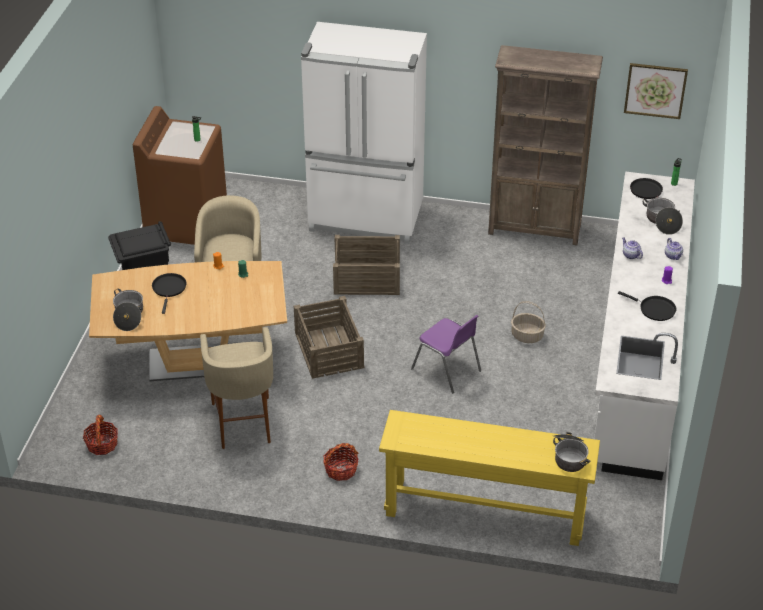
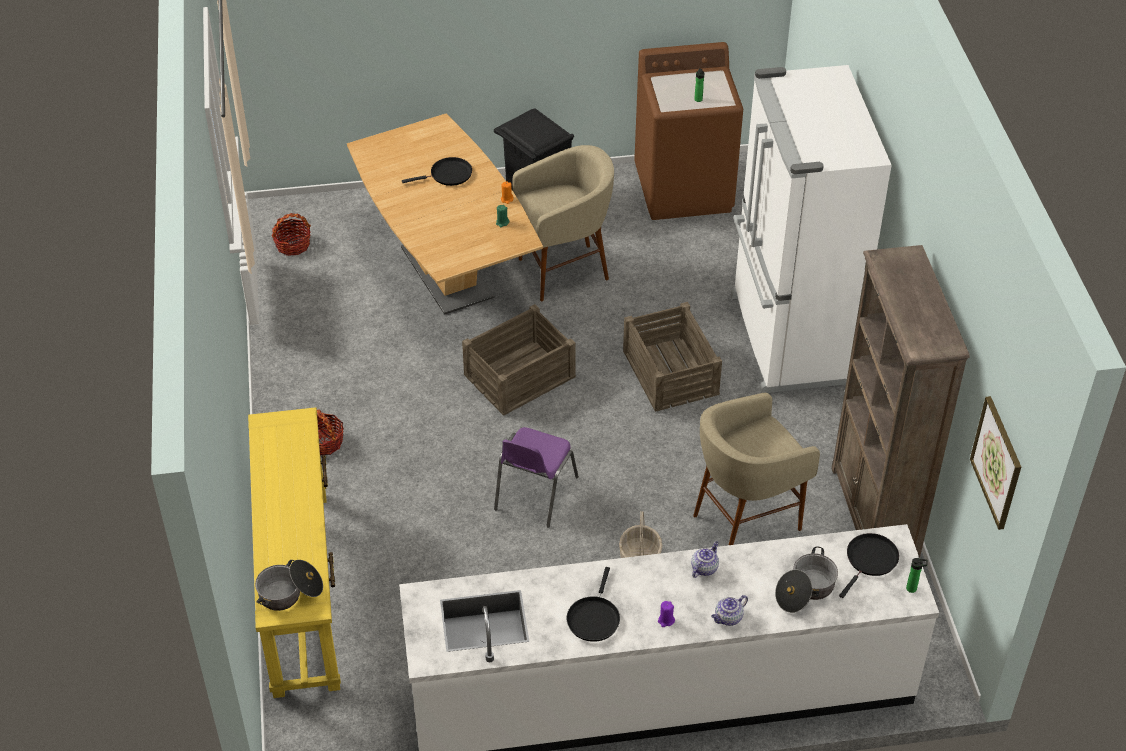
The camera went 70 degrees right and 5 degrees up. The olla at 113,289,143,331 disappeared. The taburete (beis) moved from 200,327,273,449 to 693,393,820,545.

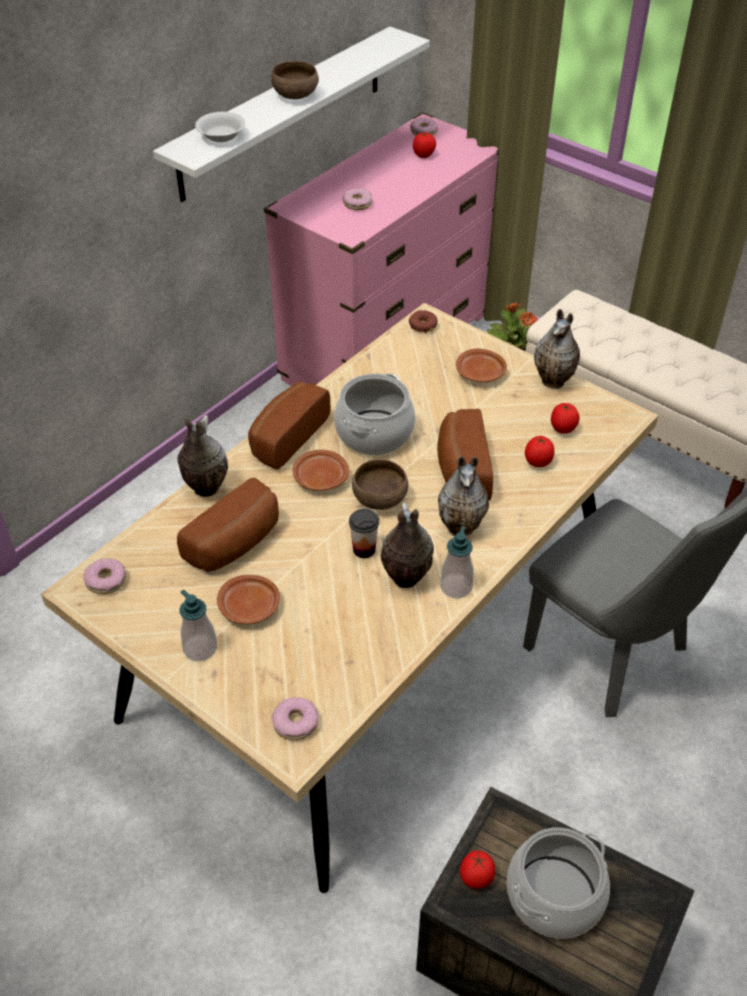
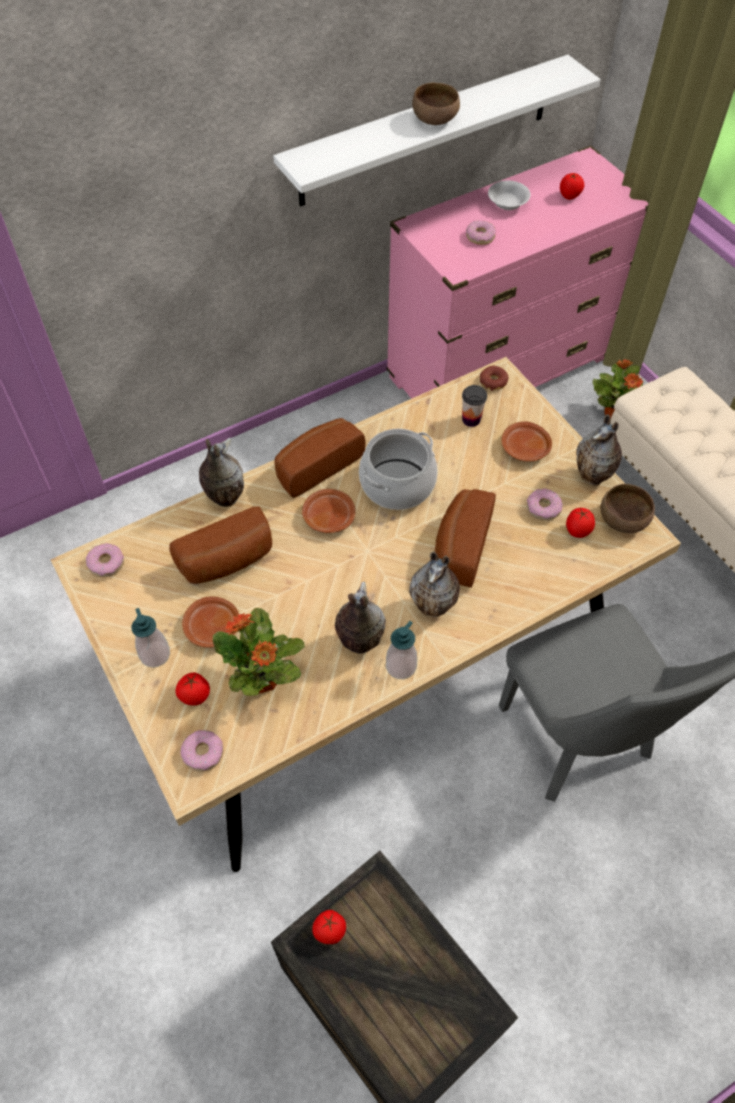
The camera went 20 degrees right and 10 degrees up. The olla at 506,827,610,939 disappeared. The planta en maceta at 213,608,305,696 appeared. The cuenco (blanco) moved from 195,112,245,142 to 488,180,531,210. The taza moved from 349,509,379,558 to 462,385,487,427. The cuenco (marrón) moved from 352,459,408,510 to 600,484,655,533. The rosquilla moved from 410,117,438,136 to 527,488,563,521. The tomate moved from 525,436,554,467 to 176,672,210,706.

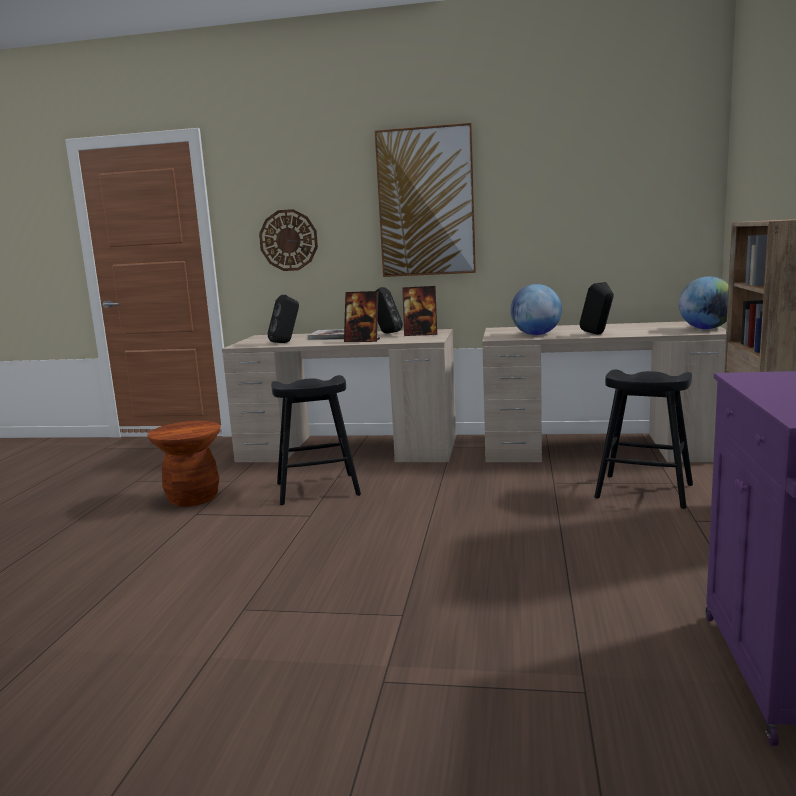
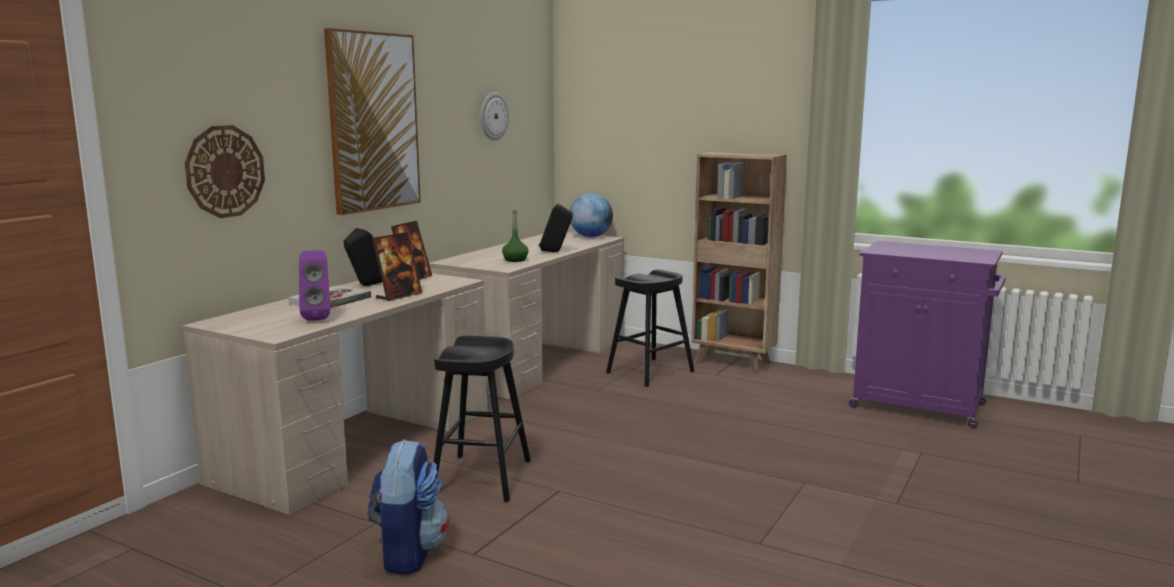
The camera went 70 degrees left and 0 degrees up. The reloj de pared at 481,92,509,141 appeared. The taburete (marrón) at 147,421,221,507 was replaced by the mochila at 368,439,449,575. The globo terráqueo at 510,284,562,335 was replaced by the botella (verde) at 502,210,529,262. The altavoz (negro) at 267,295,299,343 became the altavoz (morado) at 299,250,330,320.

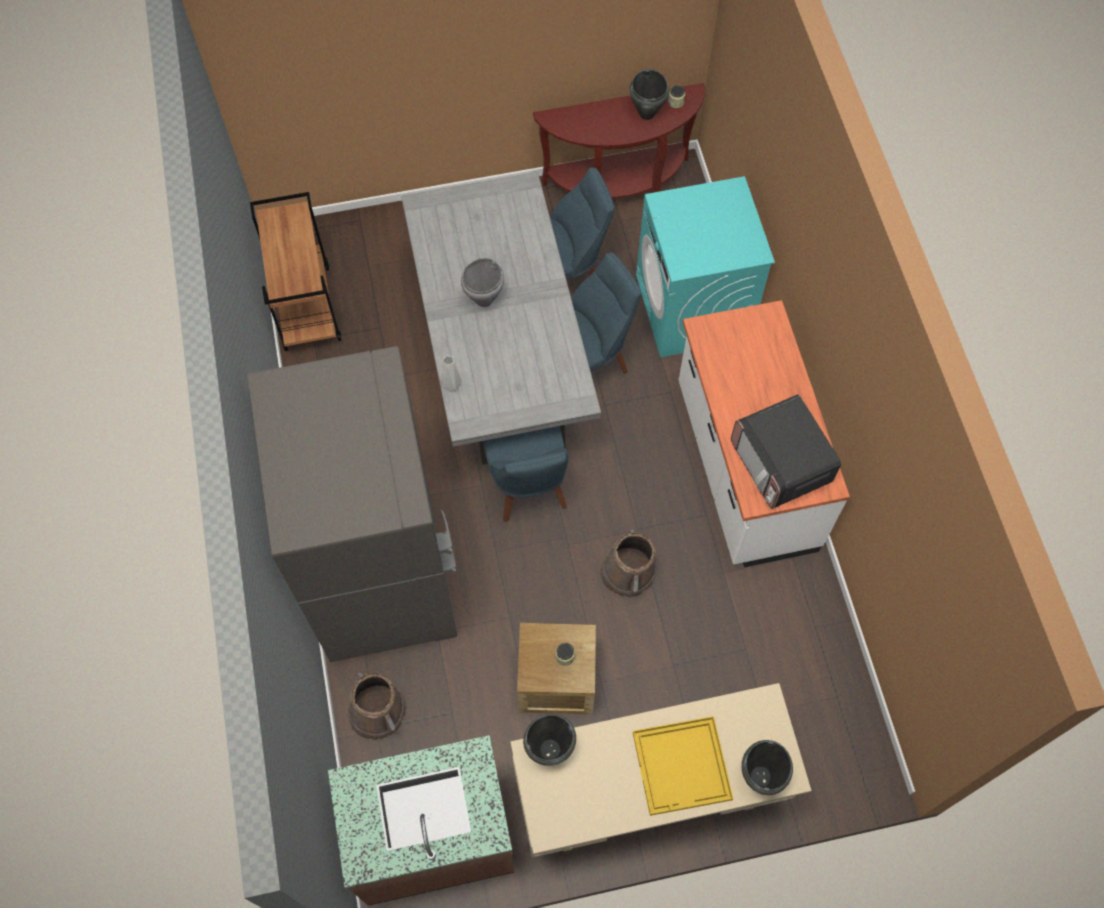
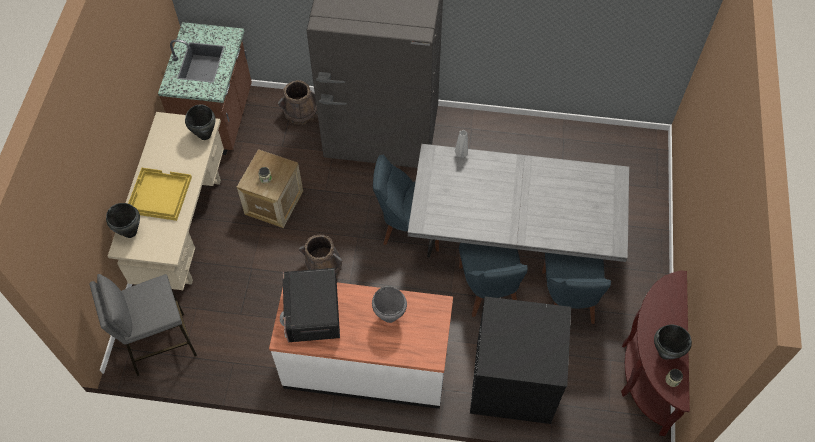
The camera went 110 degrees right and 5 degrees down. The carrito (marrón) at 250,192,342,351 disappeared. The taburete (gris) at 89,274,197,376 appeared. The olla (gris) moved from 461,258,504,307 to 372,286,407,323. The lavadora (turquesa) at 636,176,775,357 became the lavadora (negro) at 470,296,571,424. The microondas at 731,394,841,509 turned 90 degrees counterclockwise.

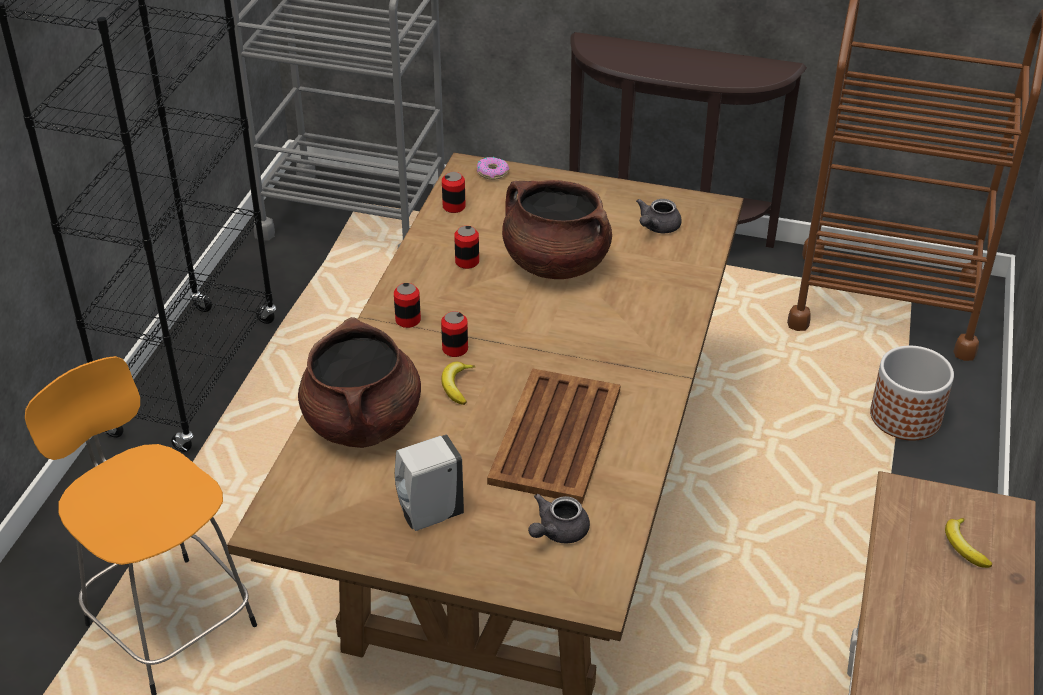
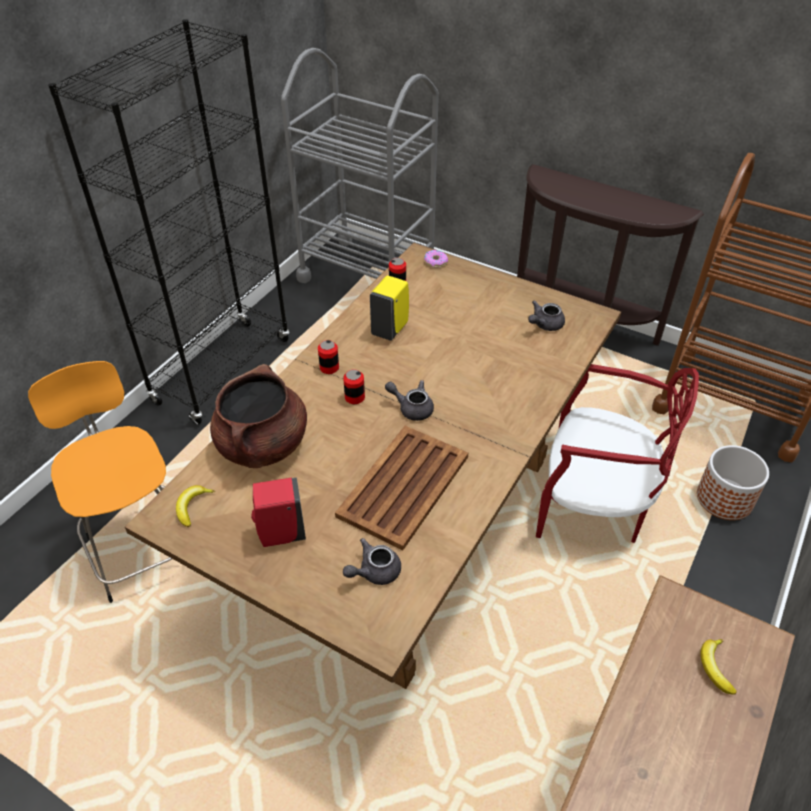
The camera went 15 degrees right and 5 degrees up. The olla (marrón) at 502,180,612,279 disappeared. The tetera (gris) at 385,380,434,421 appeared. The silla (rojo) at 536,364,699,543 appeared. The plátano moved from 442,362,475,405 to 176,485,215,527. The lata at 454,226,479,269 was replaced by the dispensador de jabón (amarillo) at 370,276,409,341. The dispensador de jabón (blanco) at 395,434,464,531 became the dispensador de jabón (rojo) at 251,477,306,547.

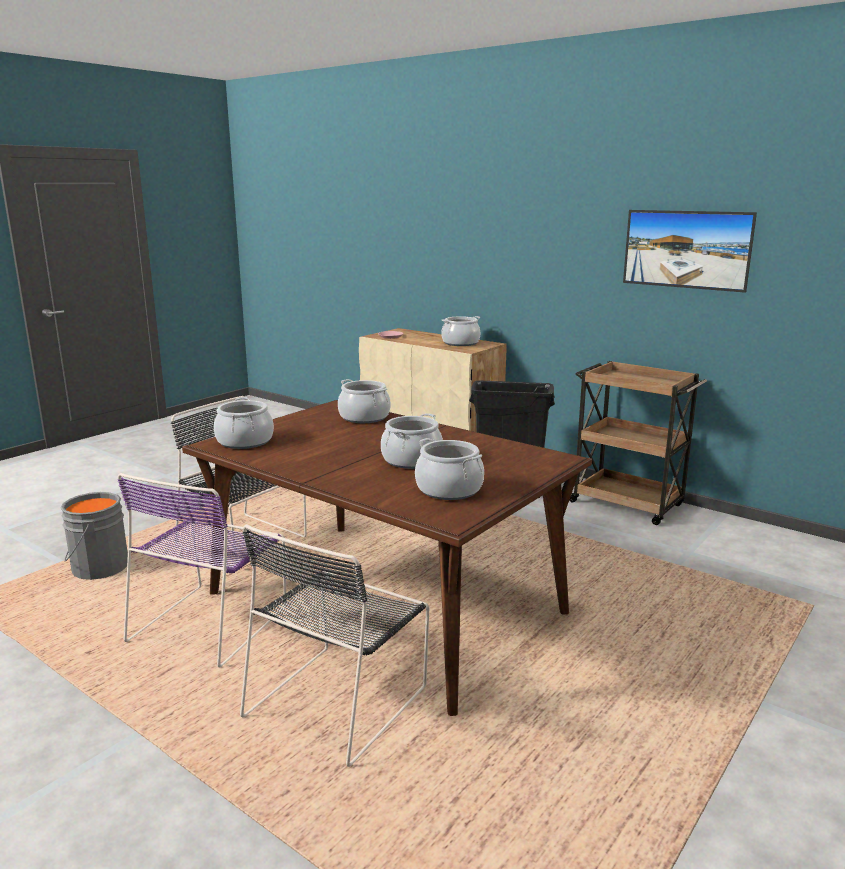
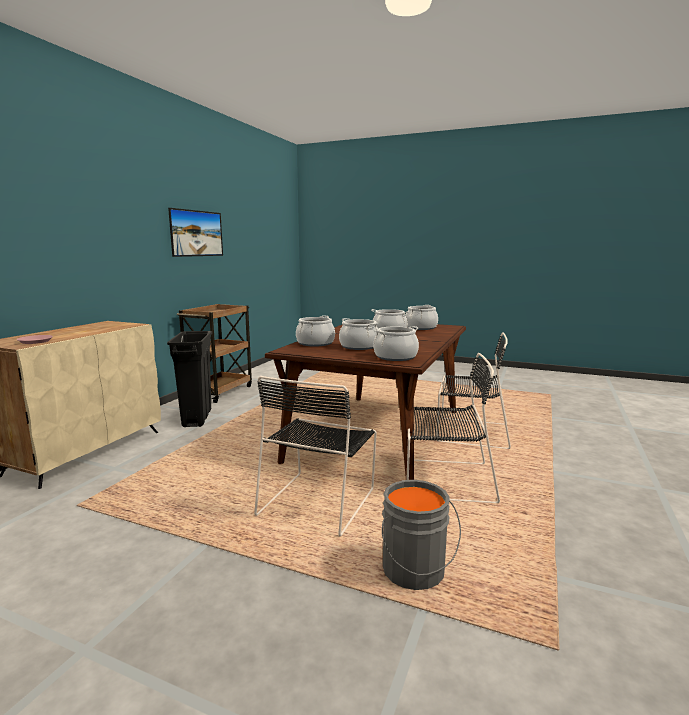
The camera went 105 degrees left and 5 degrees down. The olla moved from 441,316,480,346 to 339,318,378,350. The silla (morado) at 117,473,287,667 became the silla (negro) at 406,353,500,503.

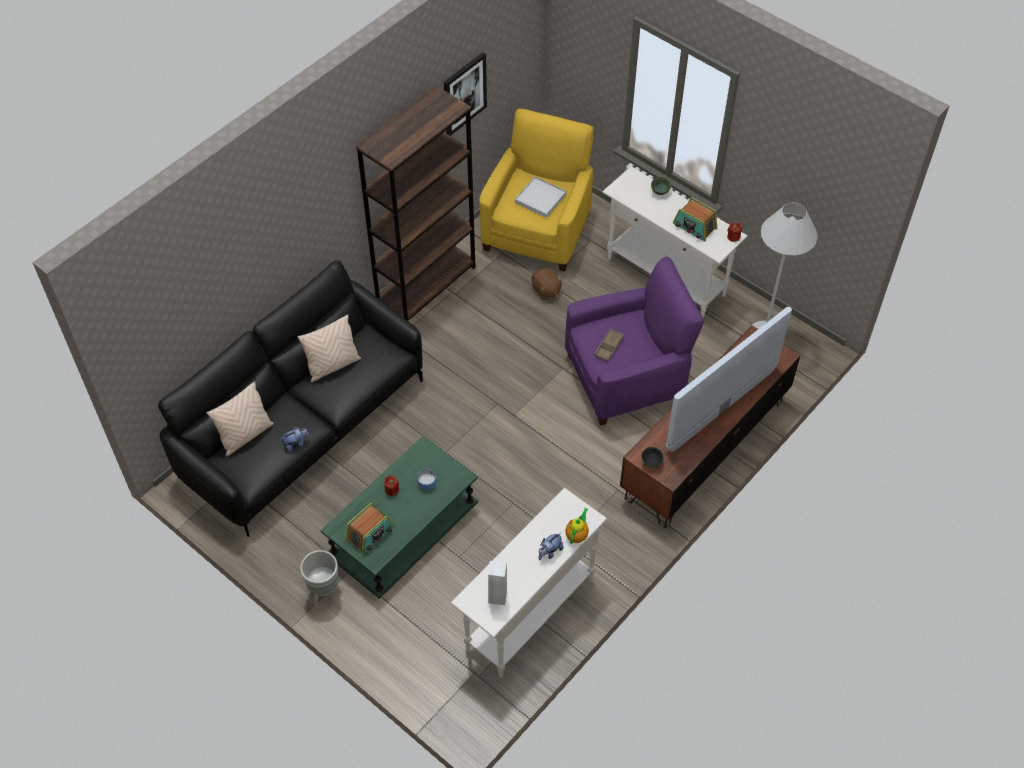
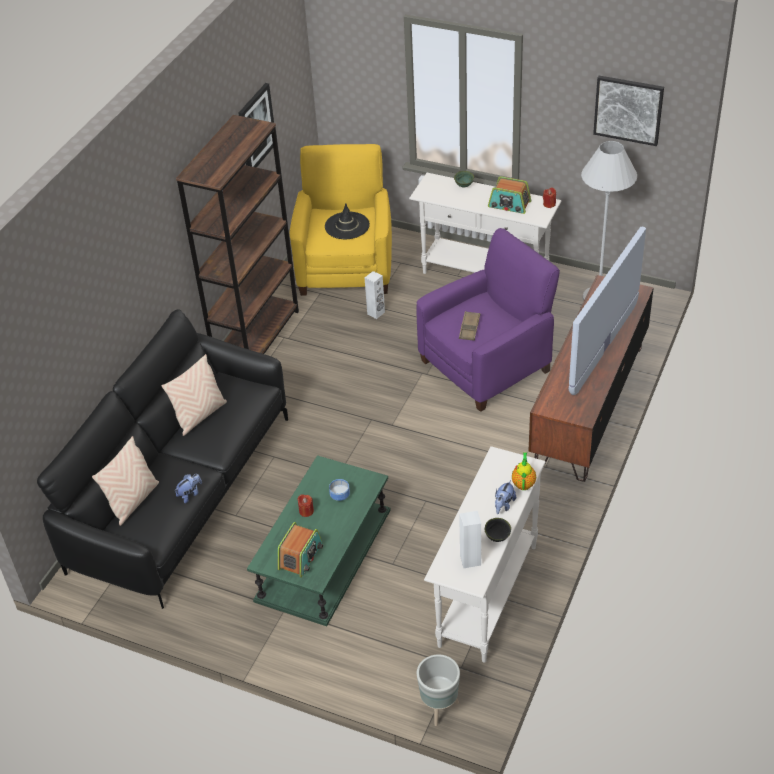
The camera went 15 degrees left and 10 degrees down. The cuadro at 593,76,664,146 appeared. The maceta (gris) moved from 300,550,343,606 to 417,655,460,726. The cuenco (negro) moved from 641,447,664,468 to 485,518,511,542. The bandeja (blanco) at 515,176,566,218 was replaced by the sombrero (negro) at 325,203,370,239. The peluche (marrón) at 531,268,563,300 was replaced by the altavoz (blanco) at 365,271,385,319.

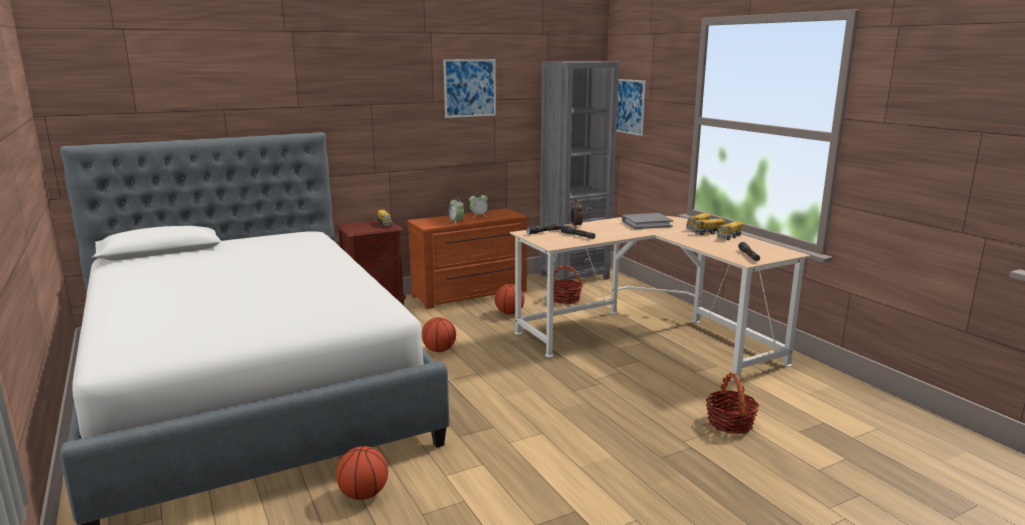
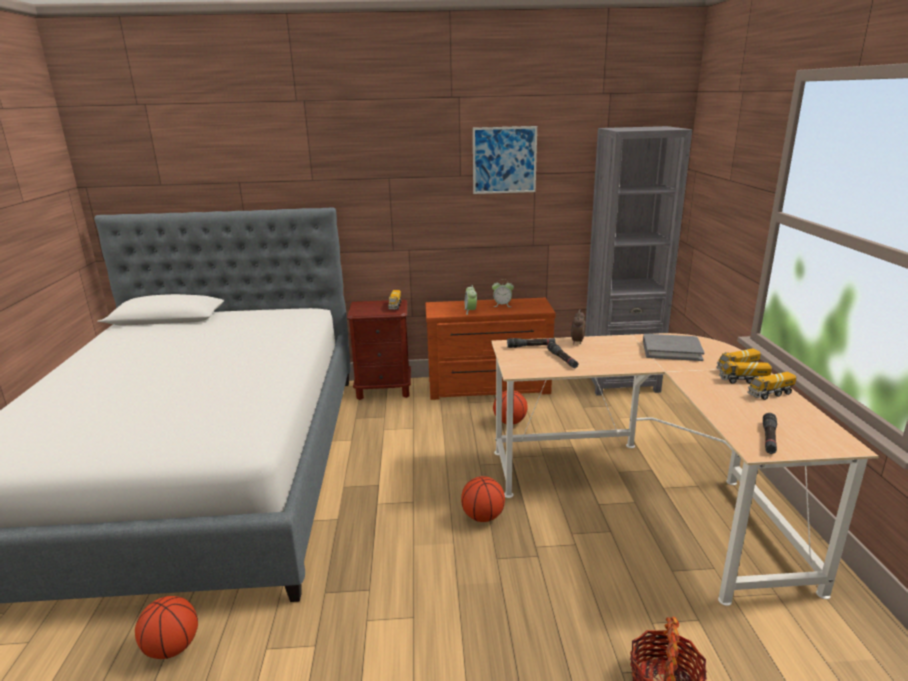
The camera went 25 degrees right and 5 degrees up. The cesta at 553,265,583,304 disappeared. The cuadro at 616,79,646,136 disappeared. The balón de baloncesto moved from 422,317,456,352 to 461,476,505,522.

